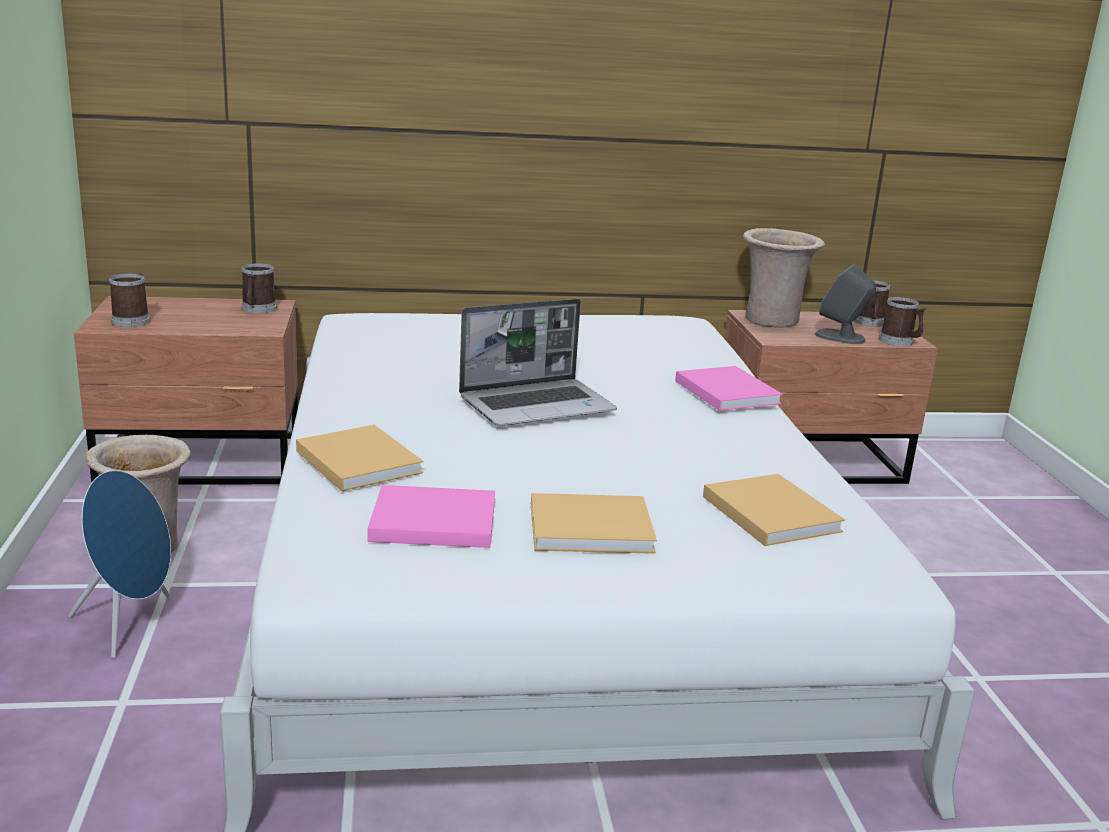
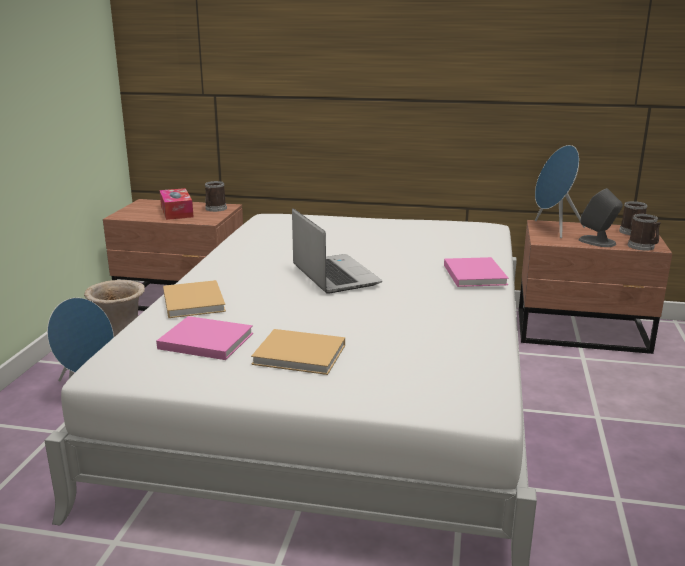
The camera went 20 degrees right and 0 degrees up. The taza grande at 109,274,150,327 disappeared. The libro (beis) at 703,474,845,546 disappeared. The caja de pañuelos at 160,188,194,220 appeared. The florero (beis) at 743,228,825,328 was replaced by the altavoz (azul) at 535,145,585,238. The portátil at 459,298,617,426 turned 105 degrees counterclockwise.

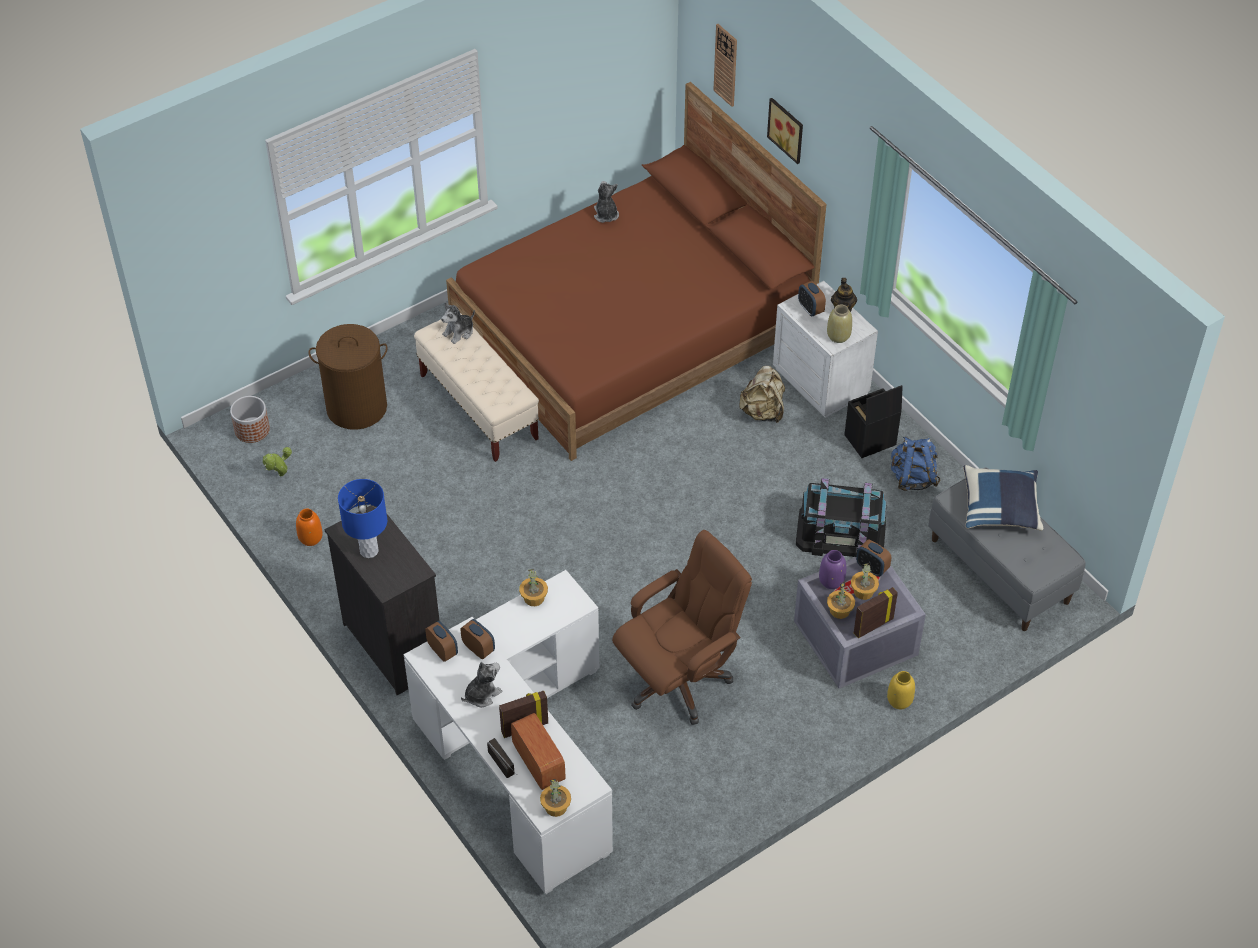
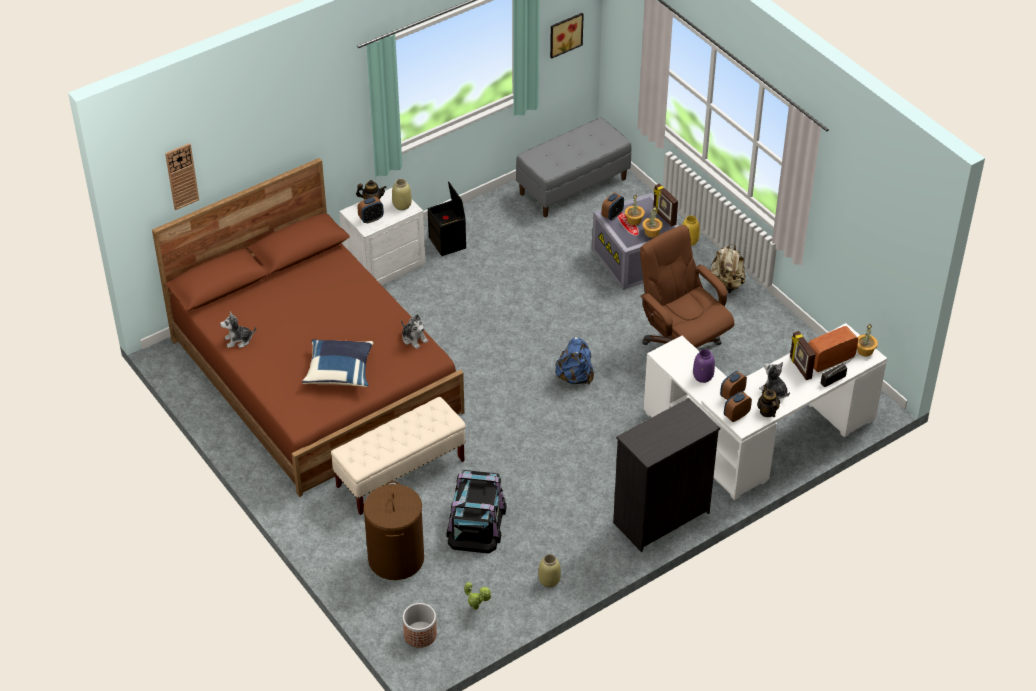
The camera went 90 degrees left and 5 degrees down. The lámpara de mesa (azul) at 338,479,387,558 disappeared. The planta en maceta at 519,569,548,606 disappeared. The tetera at 757,385,780,417 appeared. The peluche moved from 441,302,475,344 to 401,314,428,349. The mochila (beis) moved from 739,366,785,423 to 709,244,746,293. The cuadro moved from 767,98,803,164 to 550,13,584,58. The caja de almacenaje (negro) moved from 796,478,887,557 to 446,470,507,553. The florero (morado) moved from 819,550,846,589 to 693,349,715,383. The mochila (azul) moved from 891,437,941,491 to 555,337,594,385. The cojín (azul) moved from 963,465,1043,531 to 302,339,374,387. The florero (naranja) at 296,509,323,546 became the florero (beis) at 539,554,561,588.

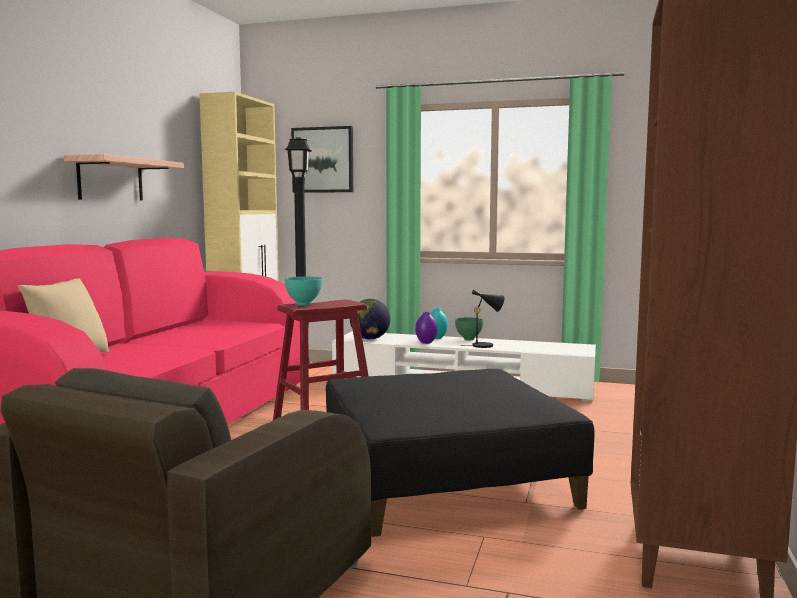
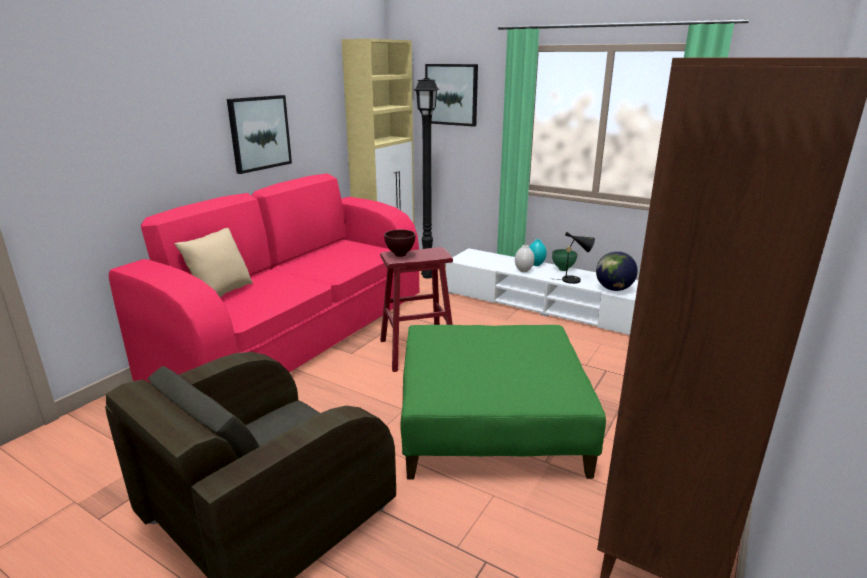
The camera went 15 degrees right and 15 degrees up. The globo terráqueo moved from 350,299,391,339 to 596,251,638,291. The estante at 64,154,184,200 was replaced by the cuadro at 227,95,292,174. The cuenco (turquesa) at 285,277,322,306 became the cuenco (marrón) at 384,230,415,257. The puf (negro) at 326,369,594,537 became the puf (verde) at 400,325,606,480. The florero (morado) at 415,312,438,344 became the florero (blanco) at 515,245,535,272.

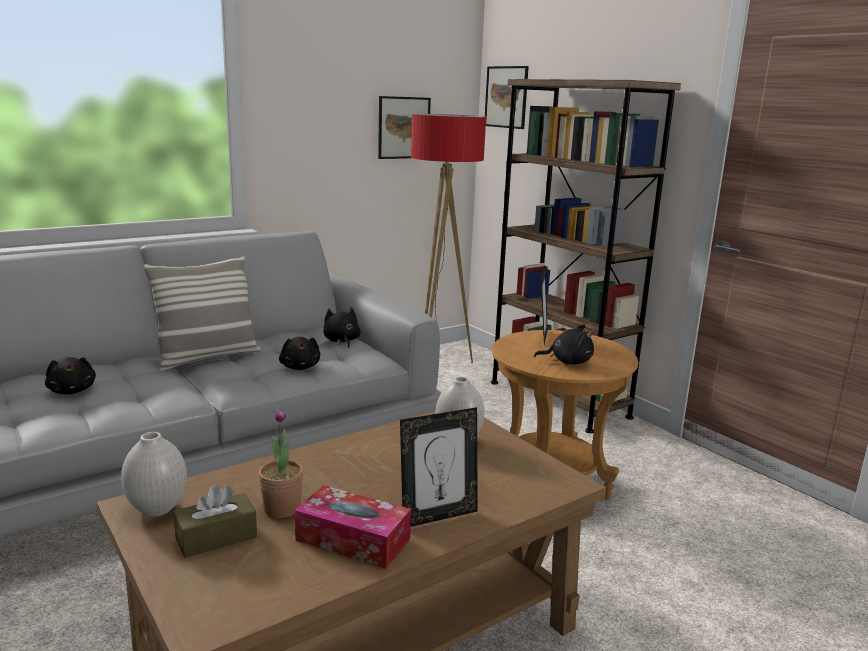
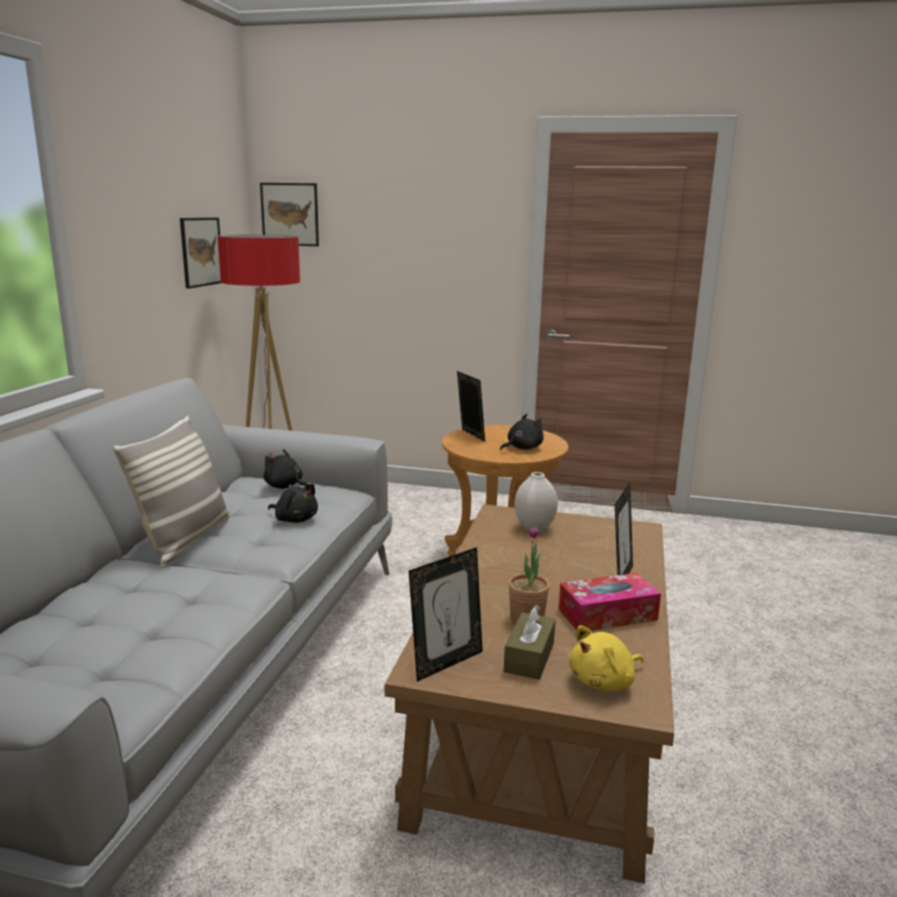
The camera went 40 degrees left and 0 degrees up. The peluche (negro) at 45,357,96,394 disappeared. The estantería (marrón) at 491,79,681,433 disappeared. The peluche (amarillo) at 569,626,644,691 appeared. The florero (blanco) at 121,432,187,517 was replaced by the portarretratos at 409,547,483,682.

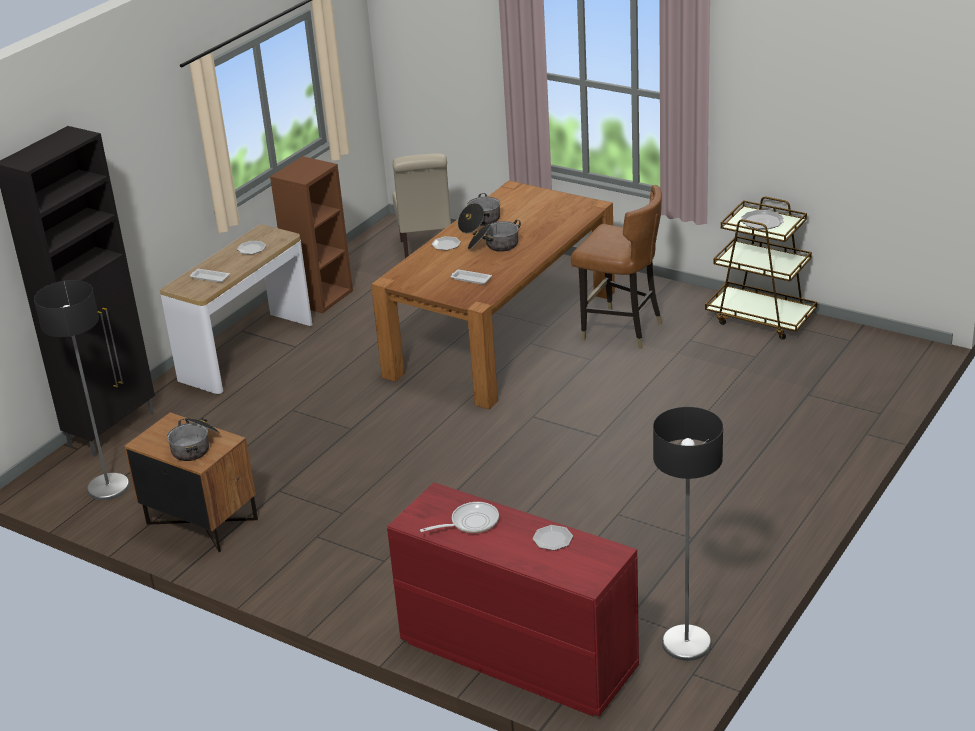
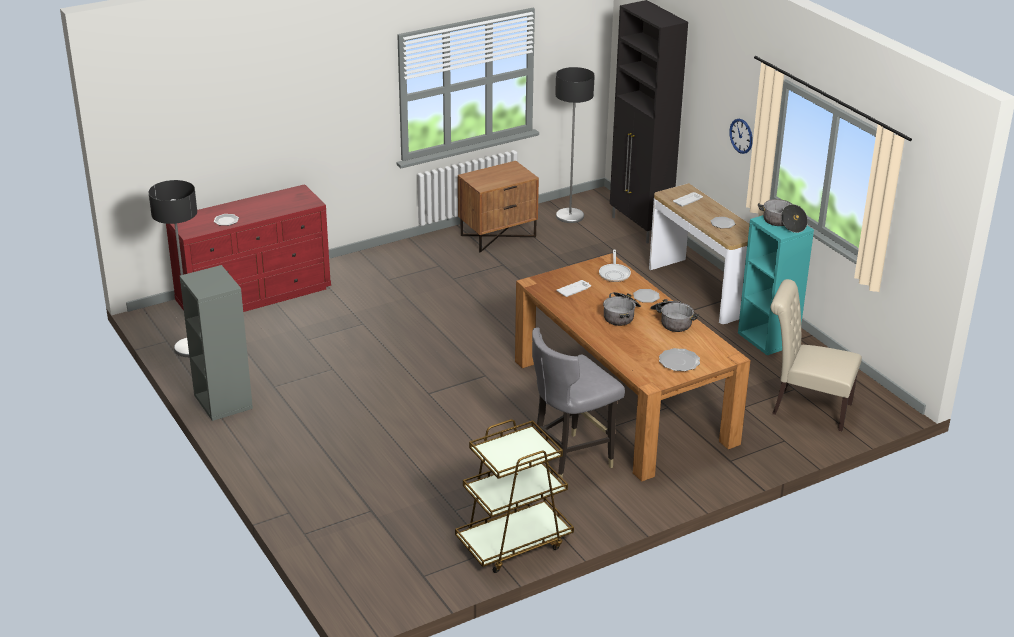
The camera went 115 degrees right and 0 degrees up. The estantería (gris) at 180,265,253,421 appeared. The reloj de pared at 729,119,753,154 appeared. The olla moved from 167,418,220,461 to 758,199,808,233. The sartén moved from 420,502,499,533 to 599,250,631,282. The plato moved from 741,210,784,230 to 659,348,700,371. The estantería (marrón) at 270,156,353,313 became the estantería (turquesa) at 738,215,814,355. The silla (marrón) at 571,185,662,349 became the silla (gris) at 532,327,625,482.

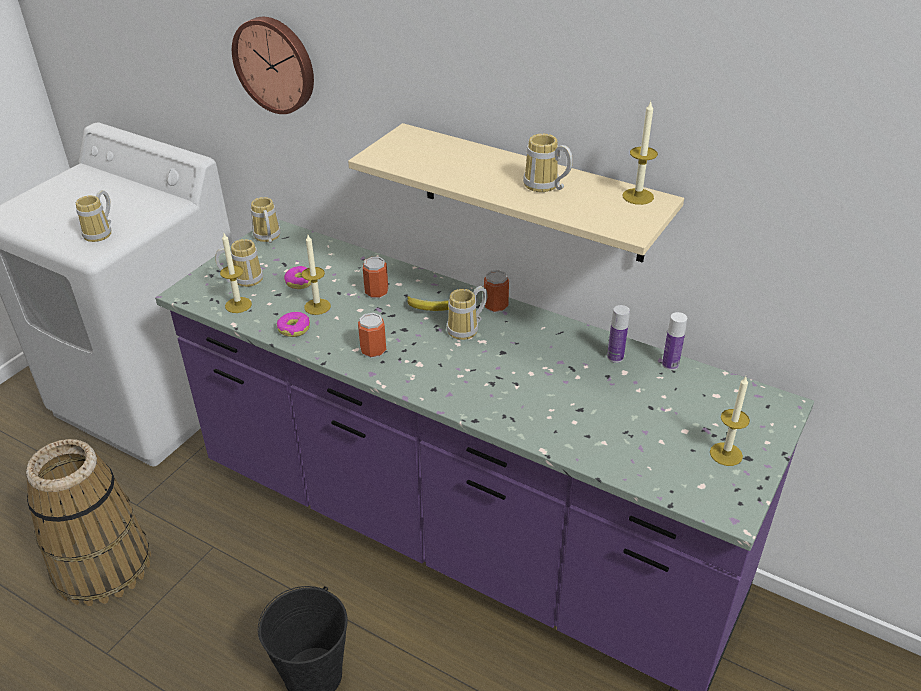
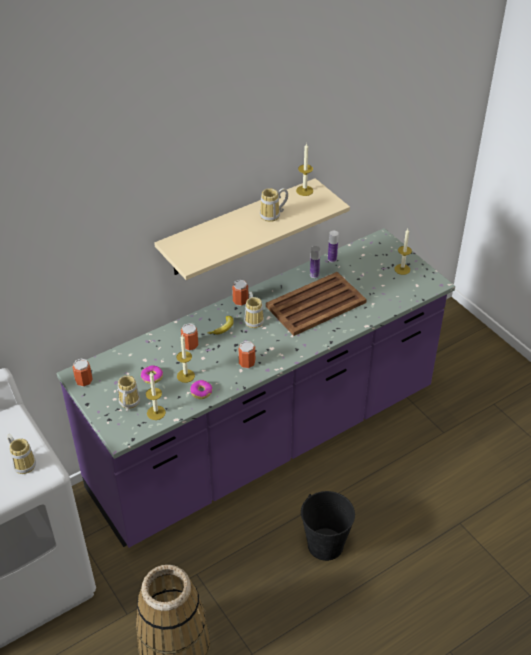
The camera went 65 degrees left and 5 degrees up. The reloj de pared at 232,17,314,114 disappeared. The bandeja (marrón) at 266,272,367,336 appeared. The taza grande at 251,197,281,243 was replaced by the lata at 72,358,93,387.

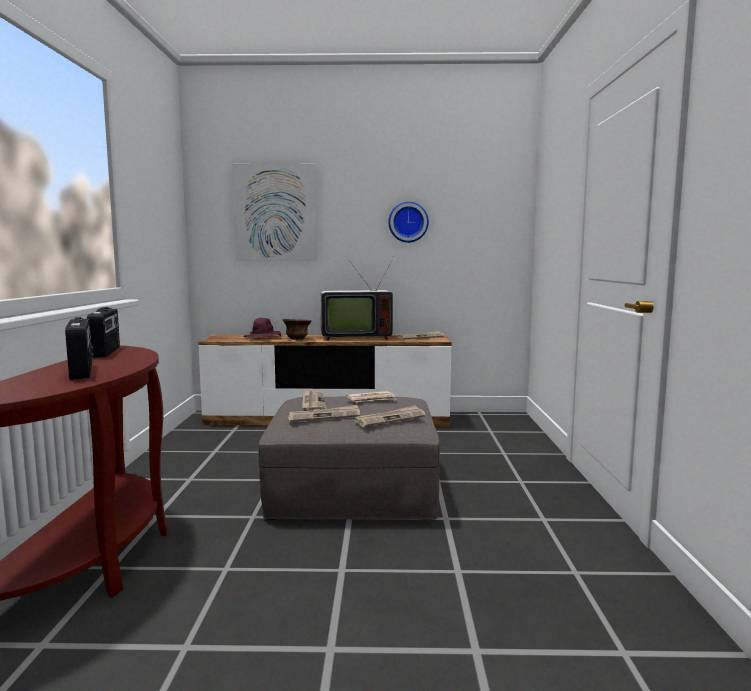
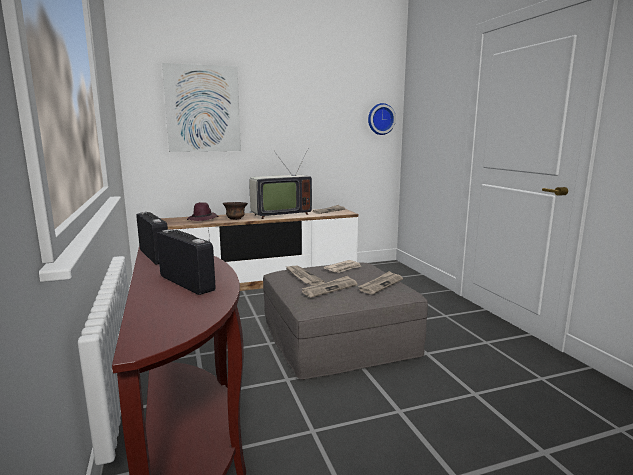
The camera went 20 degrees left and 5 degrees up. The reloj de pared moved from 388,202,429,243 to 368,103,396,135.

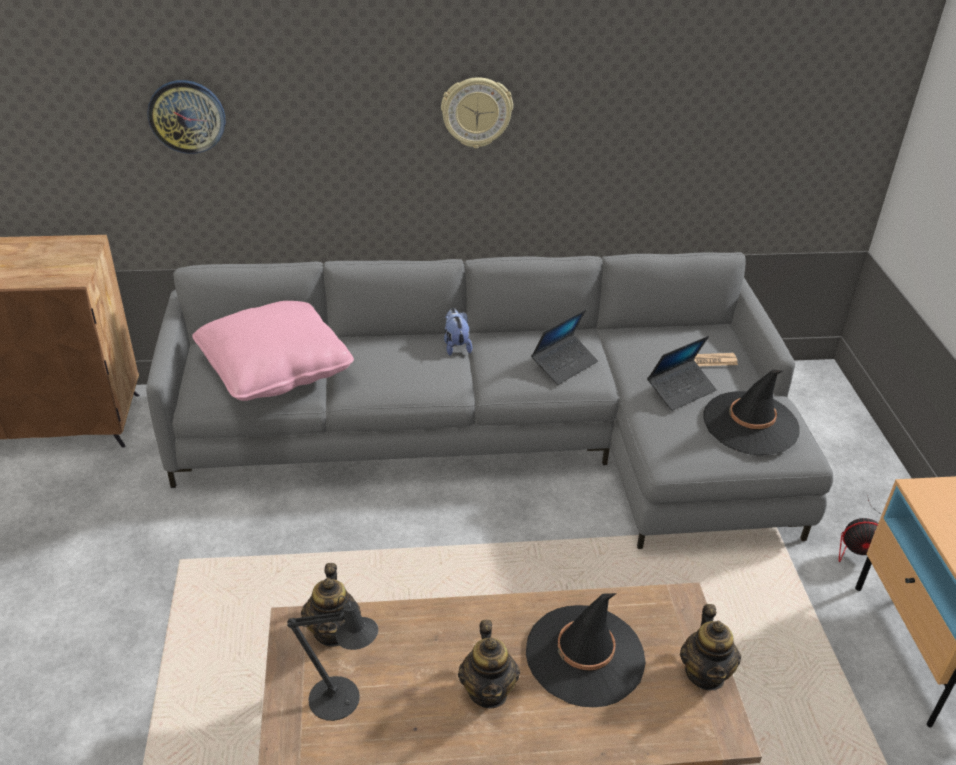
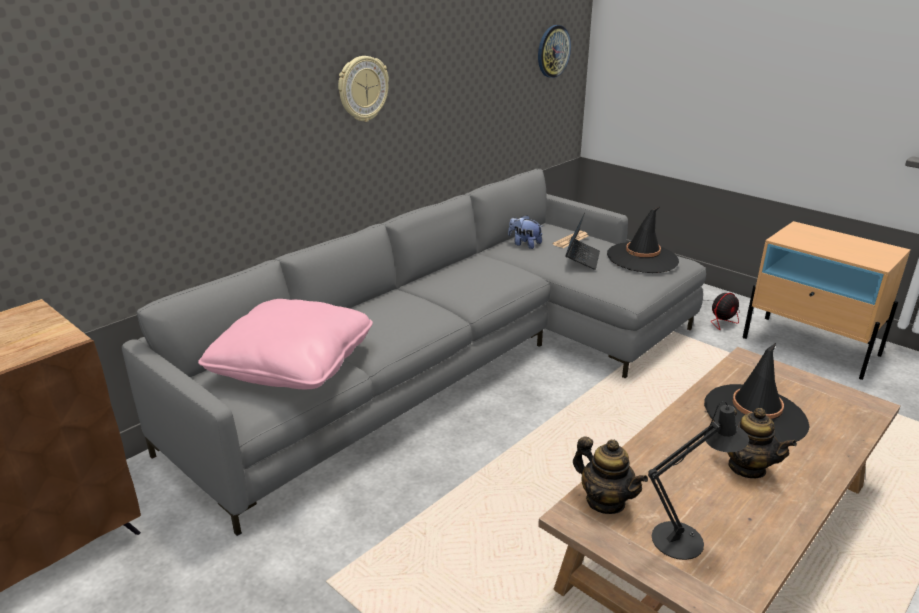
The camera went 40 degrees left and 10 degrees down. The portátil at 531,309,598,385 disappeared. The tetera at 680,604,741,691 disappeared. The reloj de pared moved from 147,80,225,154 to 538,25,571,78. The peluche moved from 444,308,472,356 to 508,215,543,249.

